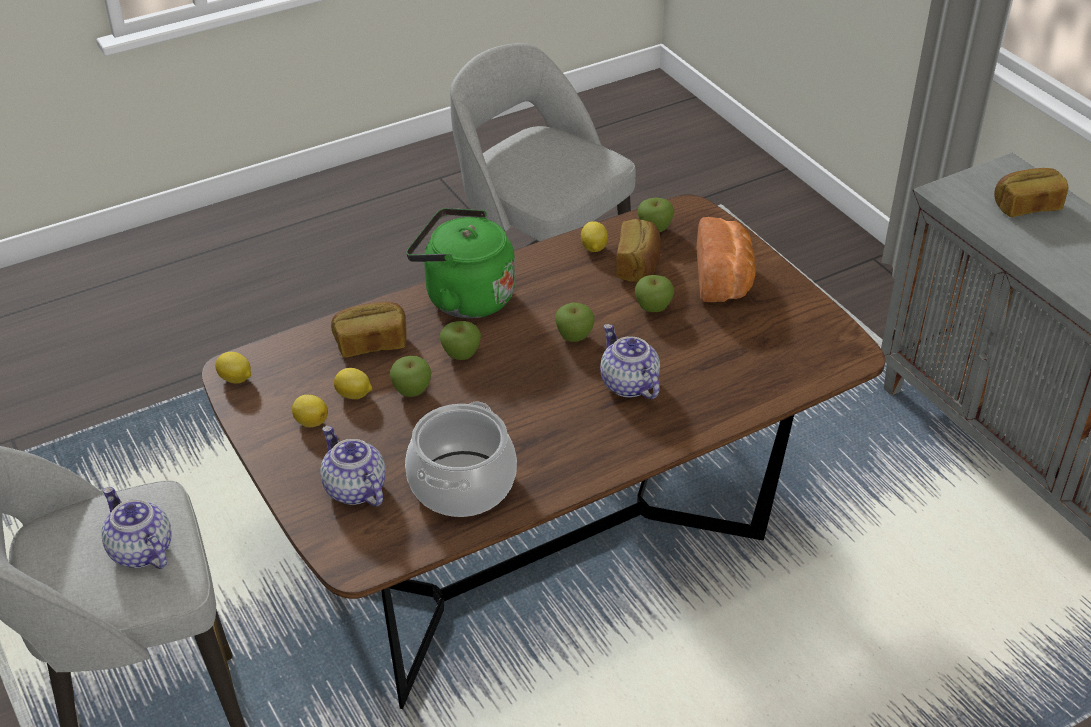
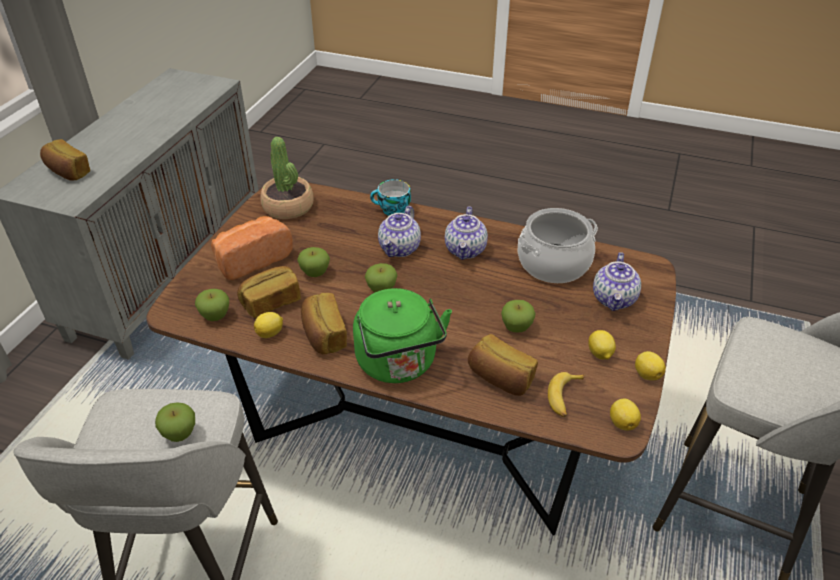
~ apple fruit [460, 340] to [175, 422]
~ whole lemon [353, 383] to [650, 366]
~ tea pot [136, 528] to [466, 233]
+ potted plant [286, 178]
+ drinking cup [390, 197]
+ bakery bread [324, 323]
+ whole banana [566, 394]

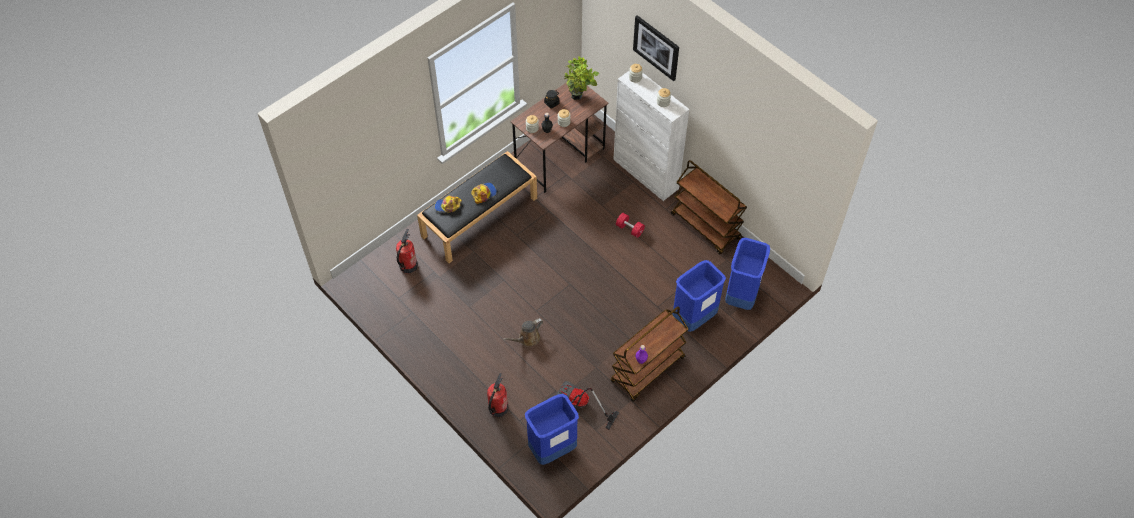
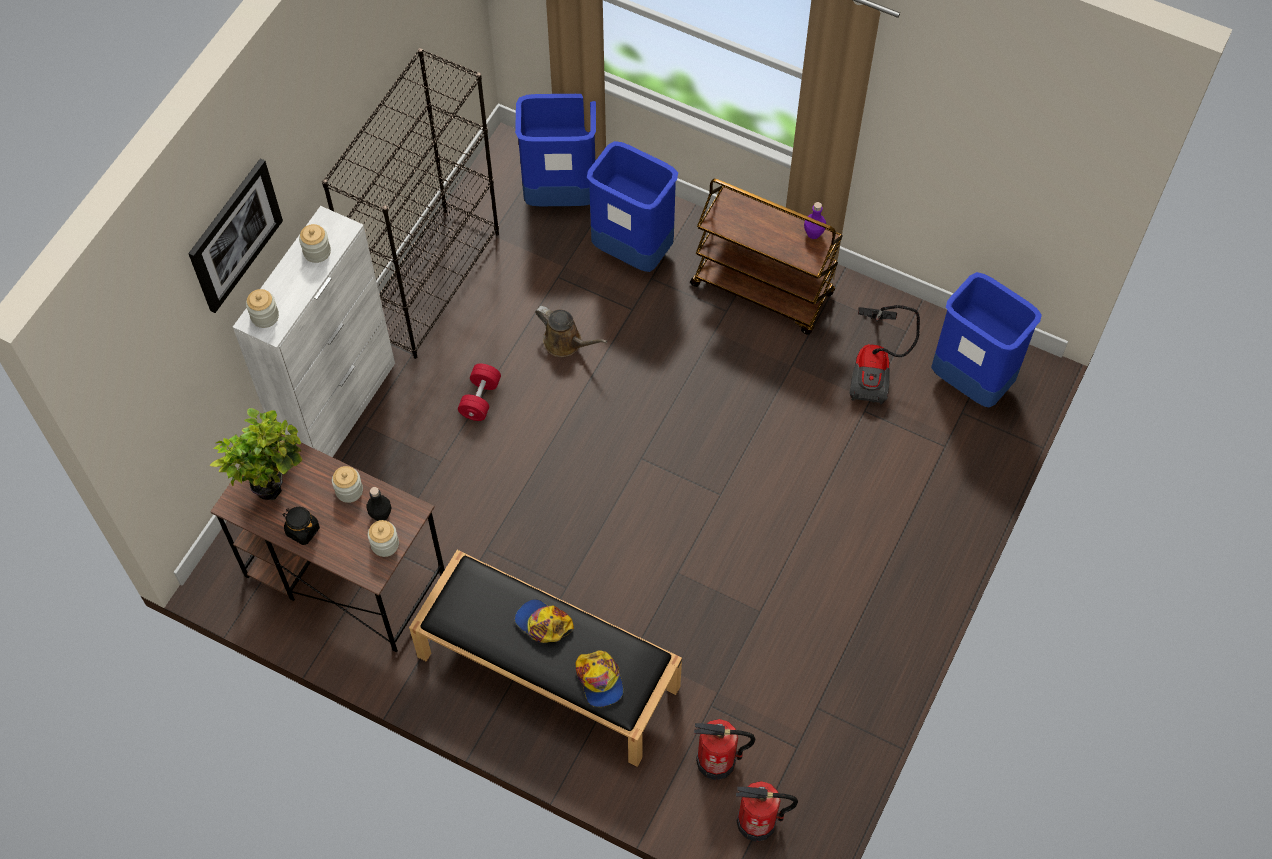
~ brownish wheeled cart [709, 207] to blackish bookcase [410, 203]
~ brownish watering can [523, 332] to [571, 331]
~ extinguisher [497, 395] to [767, 811]

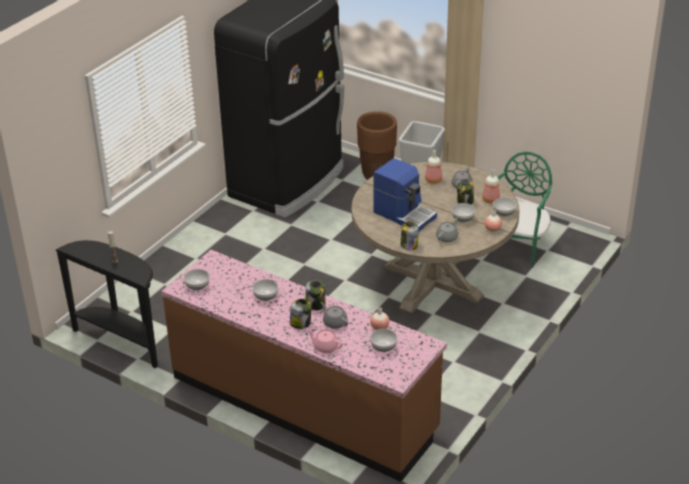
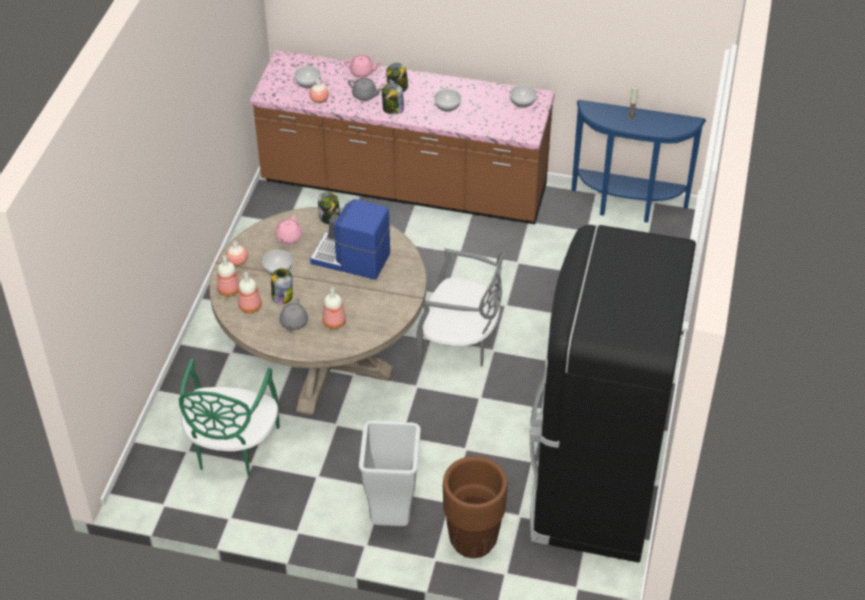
~ serving bowl [505, 207] to bottle [228, 276]
~ grey tea pot [447, 230] to pink-coloured tea pot [288, 229]
~ blackish console table [106, 304] to bluish console table [638, 161]
+ grey plain chair [460, 307]

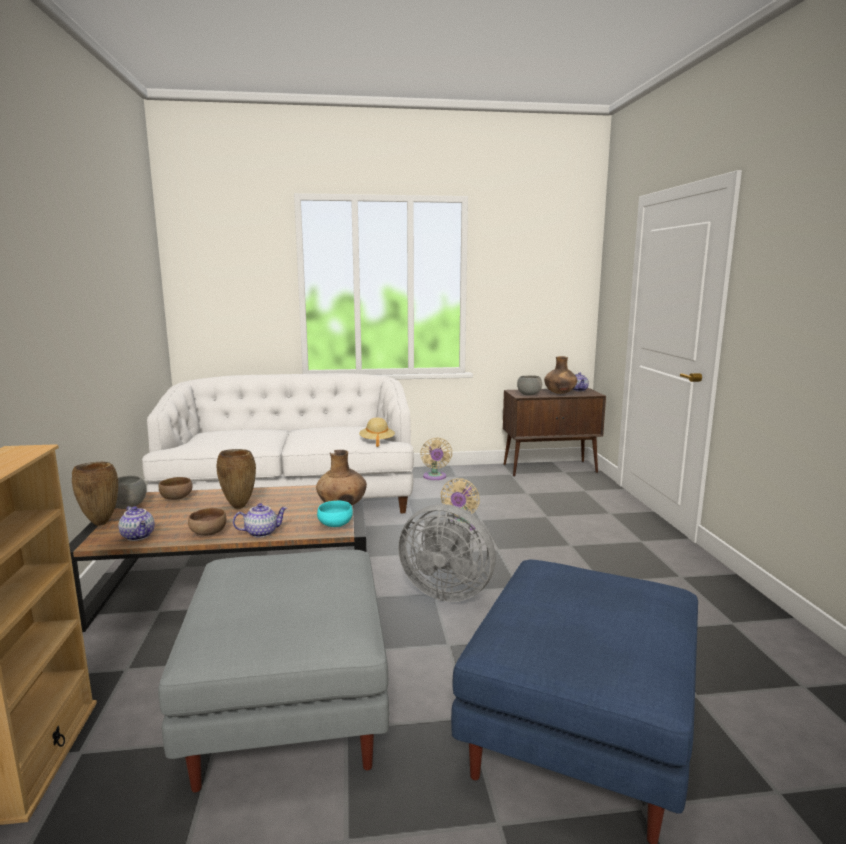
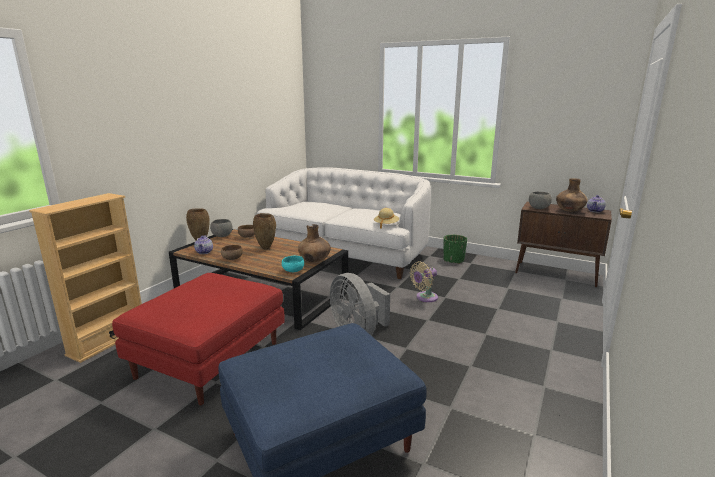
~ beige-coloured fan [436, 458] to green planter [455, 249]
- tea pot [260, 520]
~ grey ottoman [273, 671] to reddish ottoman [198, 339]

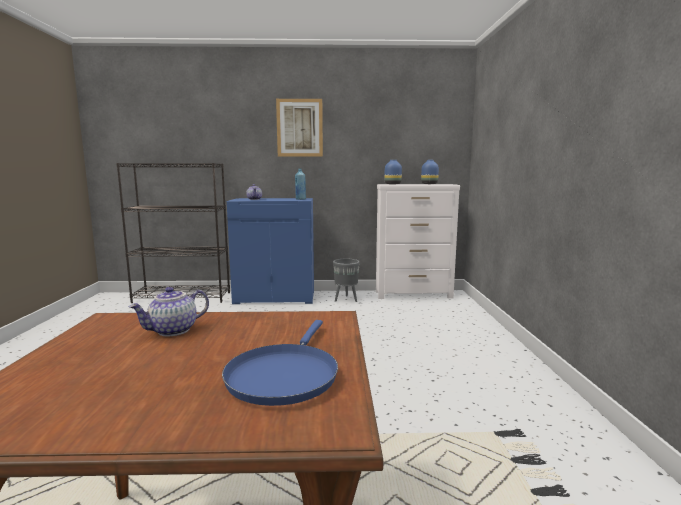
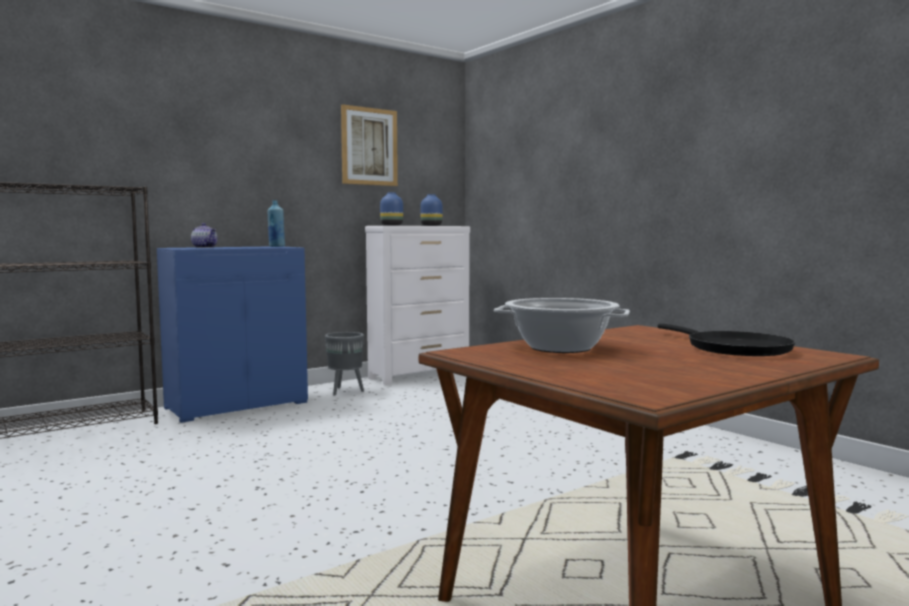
~ wall picture [299, 128] to [369, 145]
~ tea pot [169, 311] to cooking pot [562, 325]
~ bluish skillet [280, 363] to blackish skillet [726, 340]

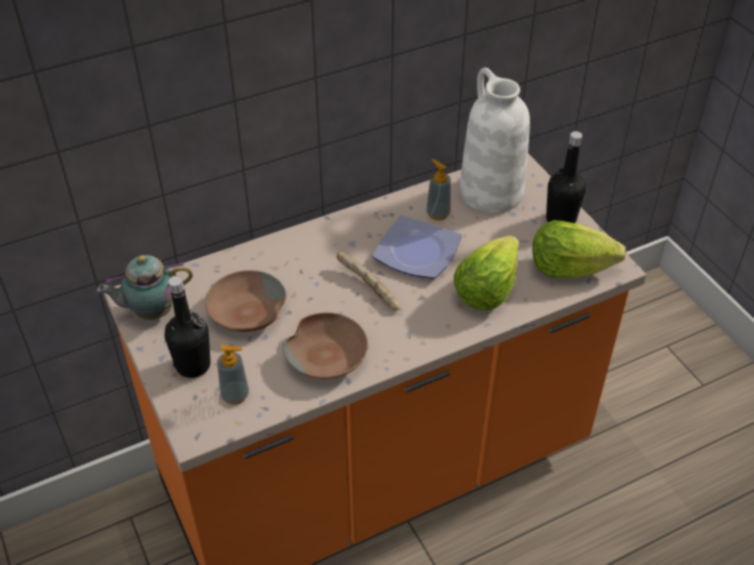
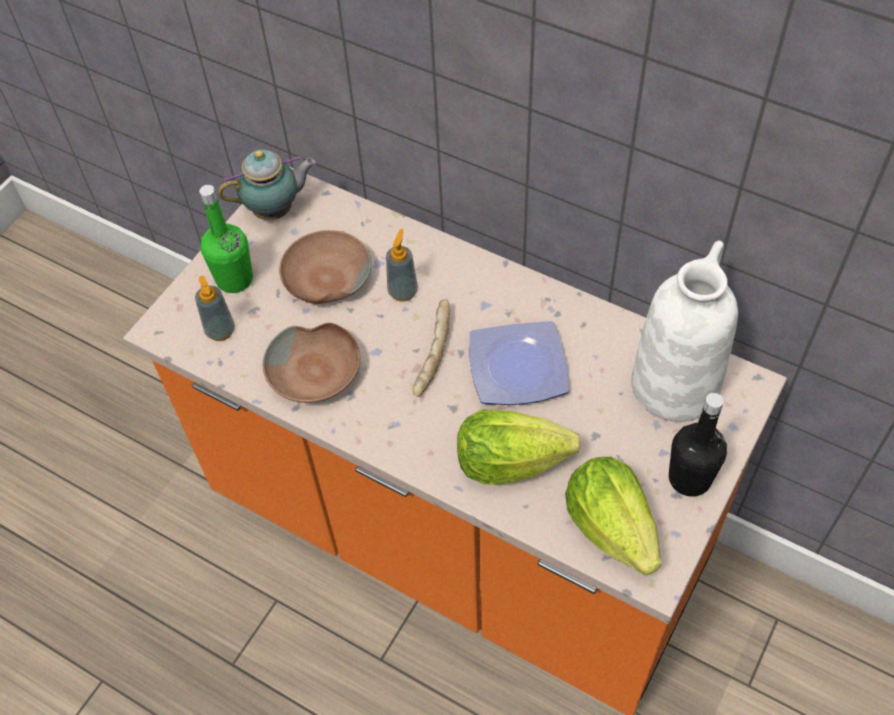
~ liquid soap bottle [438, 190] to [402, 265]
~ tea pot [145, 287] = [267, 184] 120 degrees clockwise
~ blackish bottle [187, 327] to green bottle [226, 239]

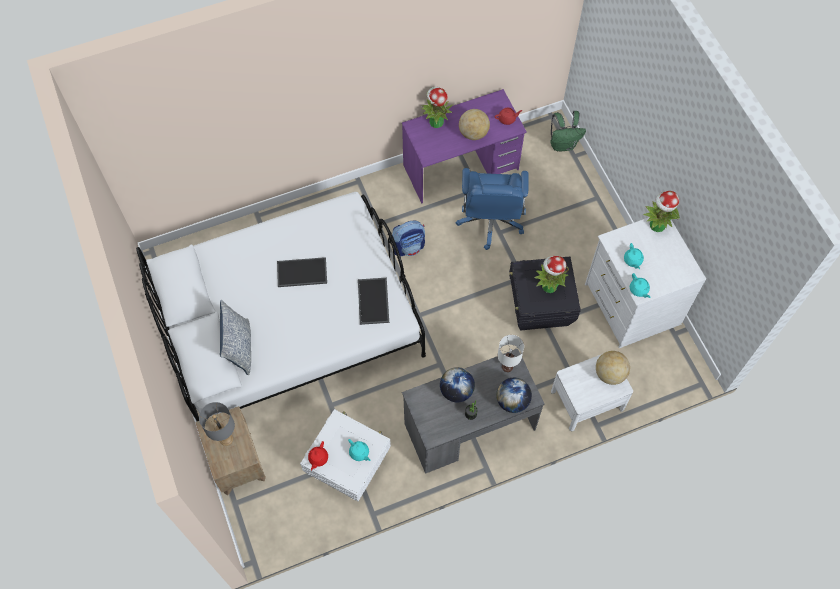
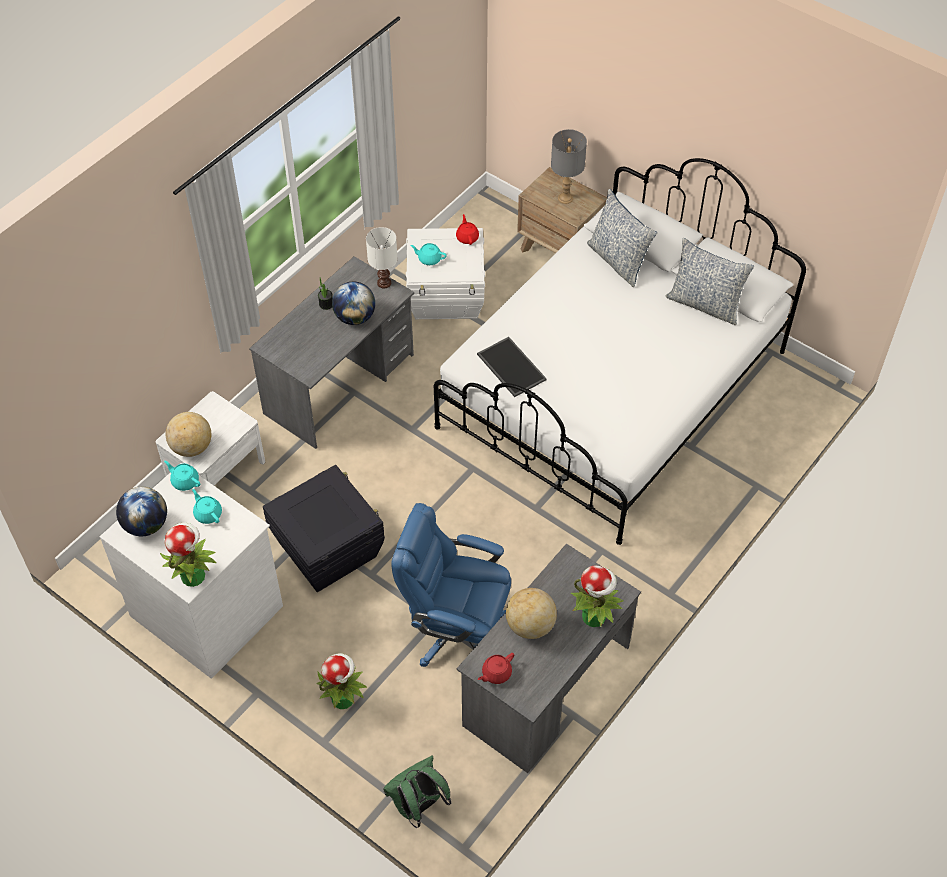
~ purplish desk [464, 146] to grey desk [549, 658]
~ bluish office chair [492, 209] = [451, 585] 45 degrees counterclockwise
- rucksack [408, 239]
~ potted plant [552, 274] to [341, 681]
- tray [302, 272]
~ white tabletop lamp [511, 353] to [382, 258]
~ globe [514, 395] to [141, 511]
+ pillow [710, 281]

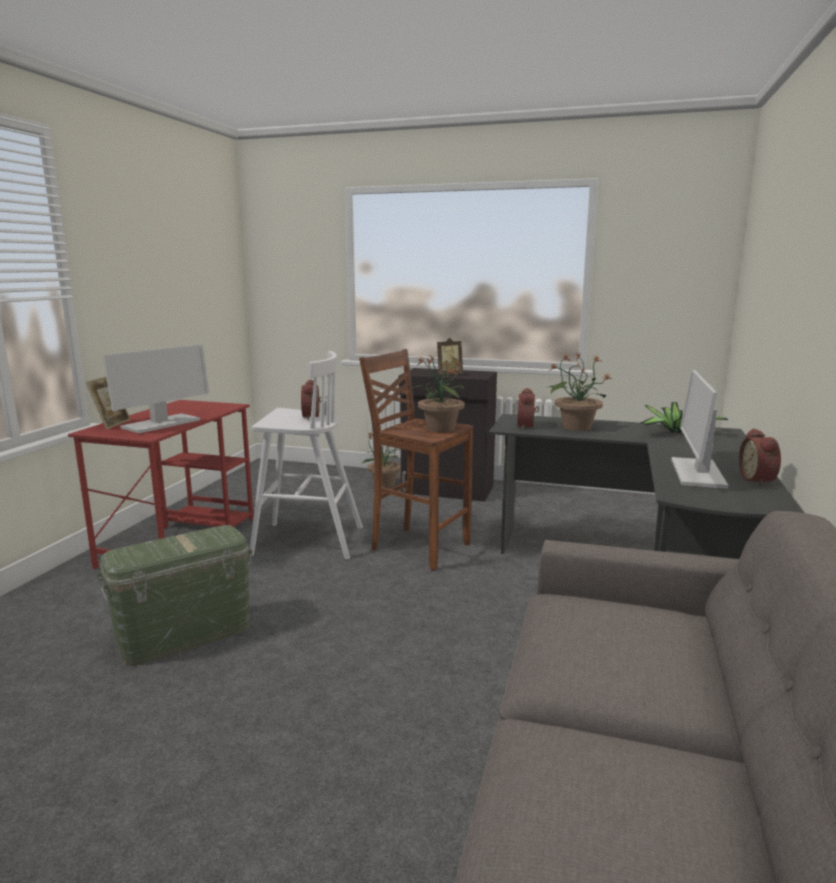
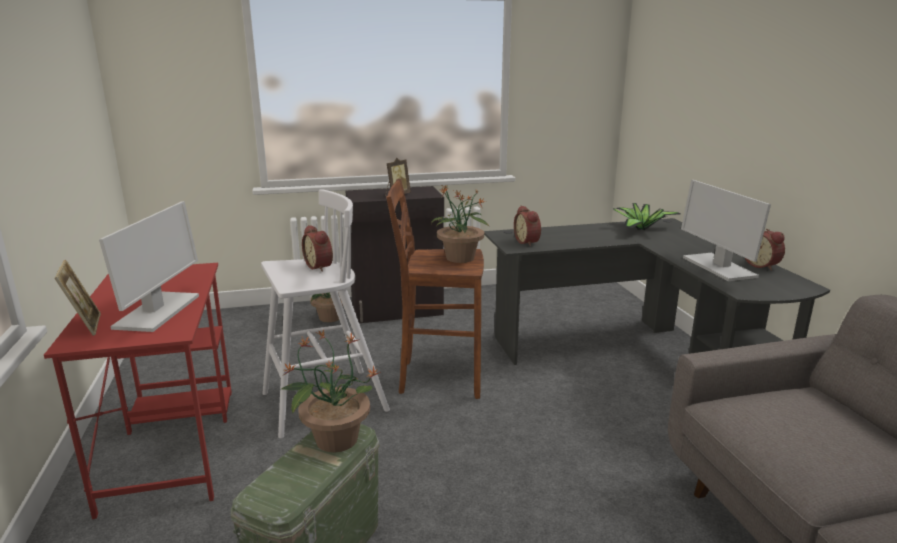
~ potted plant [579, 391] to [330, 391]

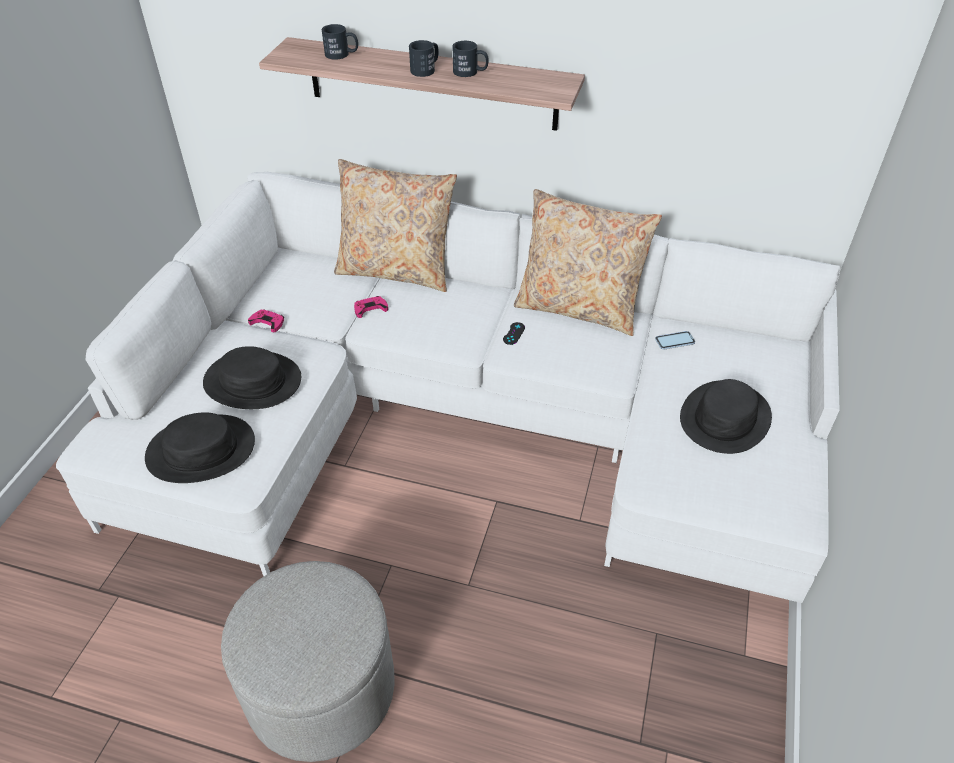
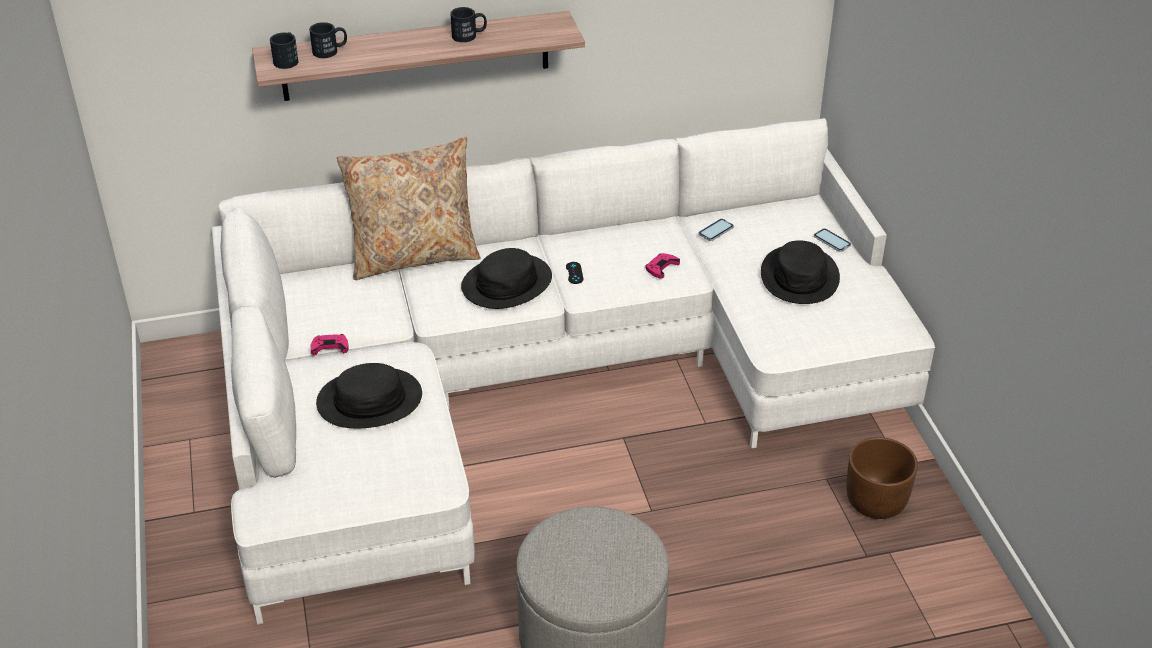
~ blackish coffee mug [424, 58] to [284, 50]
- beige-coloured pillow [588, 262]
~ pink-coloured game controller [371, 307] to [662, 266]
~ blackish wearable hat [200, 448] to [506, 278]
+ telephone [832, 240]
+ brownish planter [882, 478]

